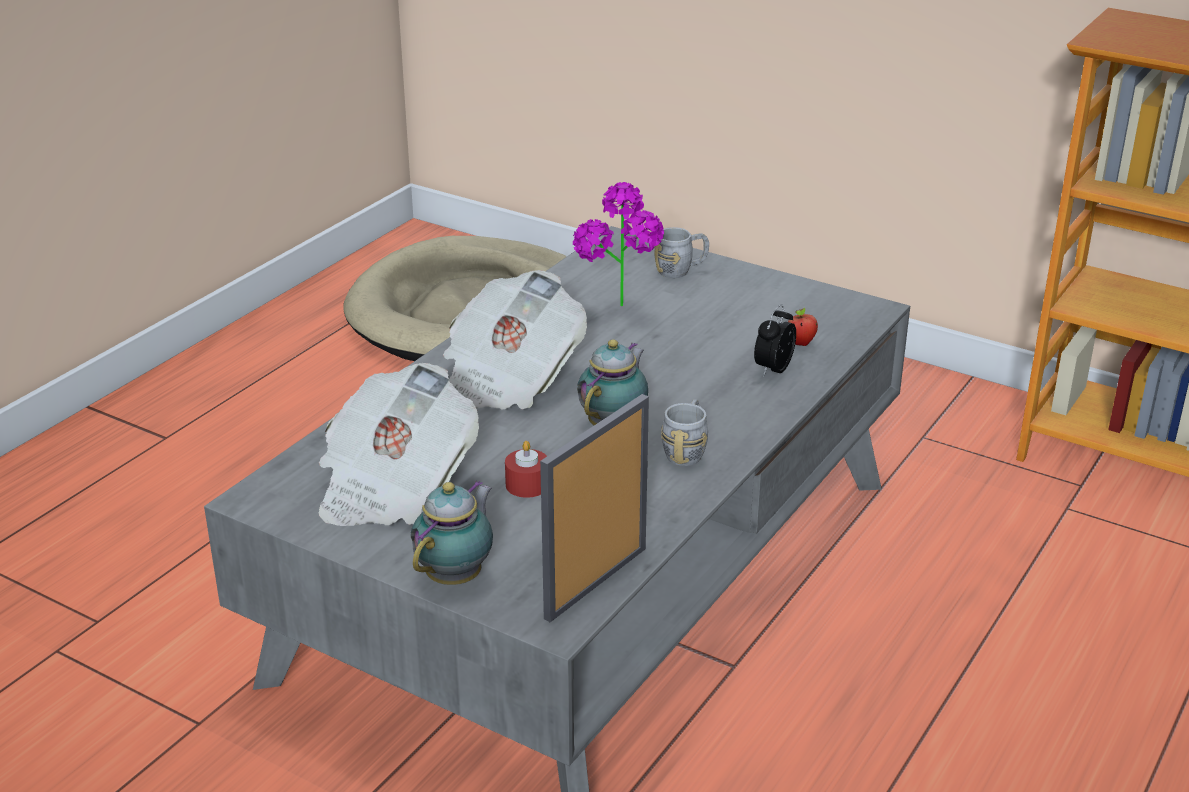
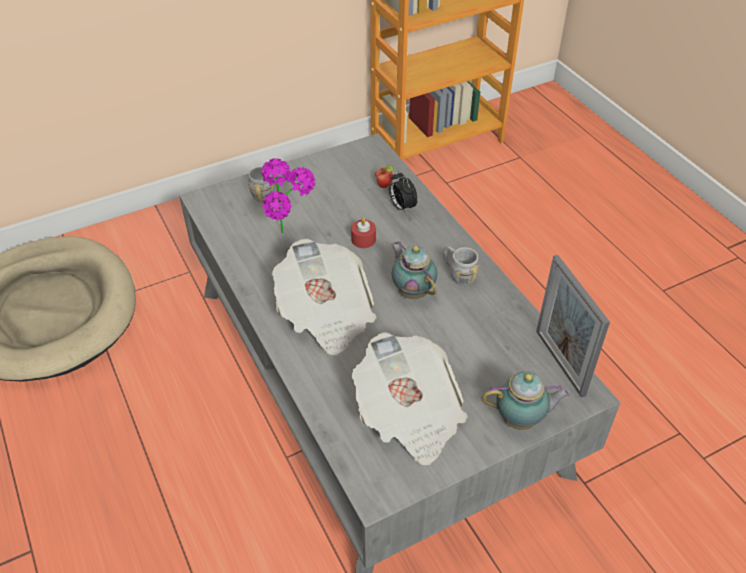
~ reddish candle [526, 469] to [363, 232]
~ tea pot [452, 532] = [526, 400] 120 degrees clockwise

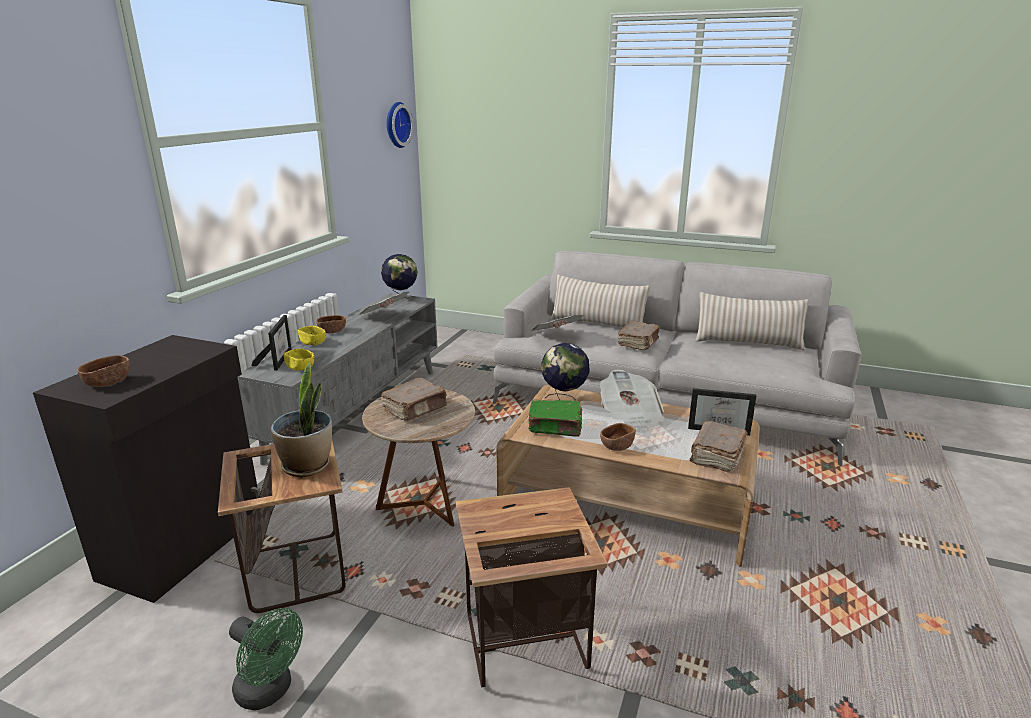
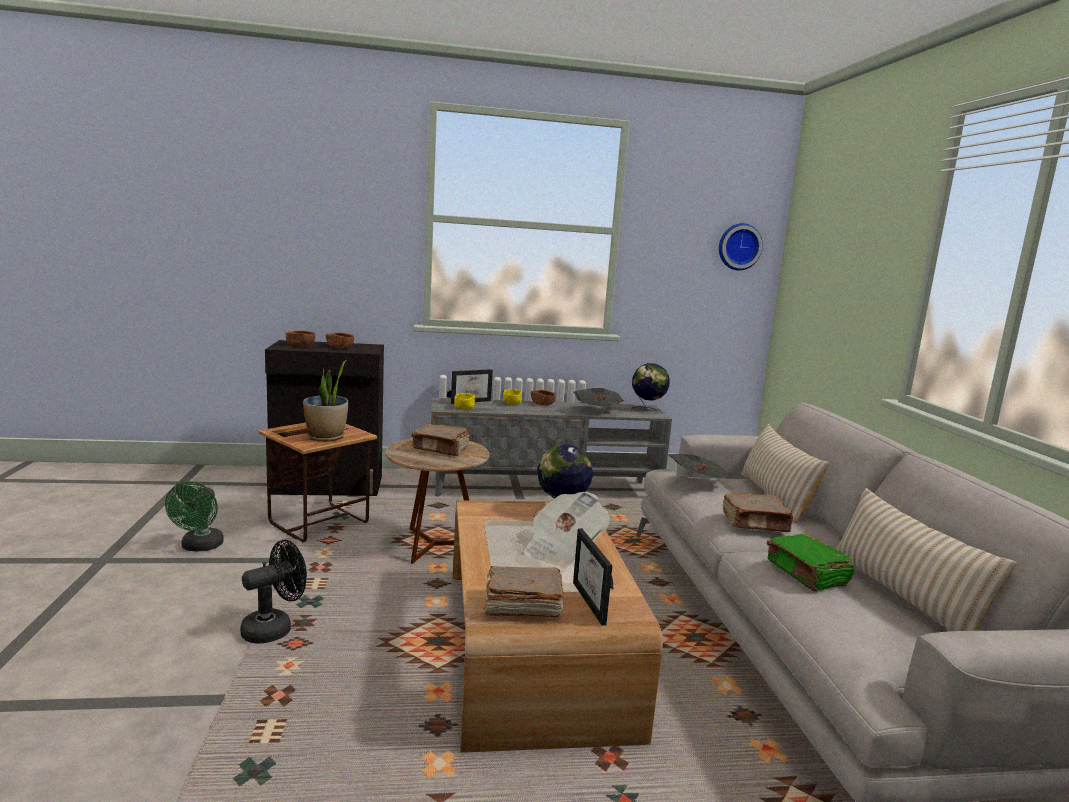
~ green book [555, 418] to [810, 562]
~ brownish serving bowl [618, 437] to [340, 340]
~ accent table [532, 587] to blackish fan [273, 592]

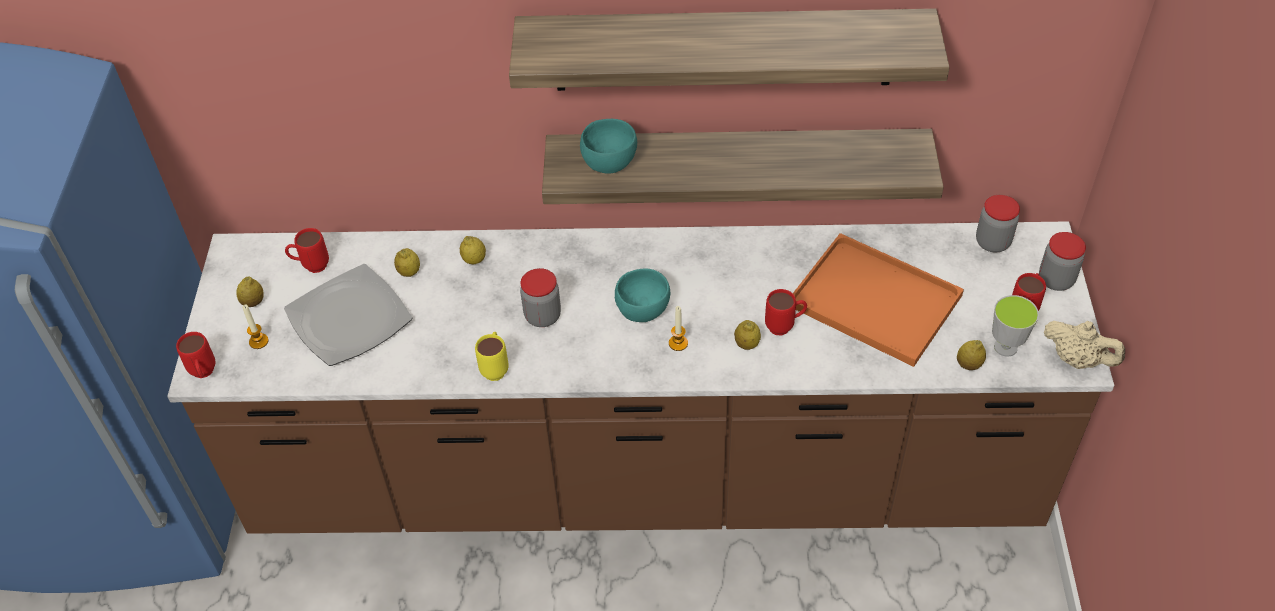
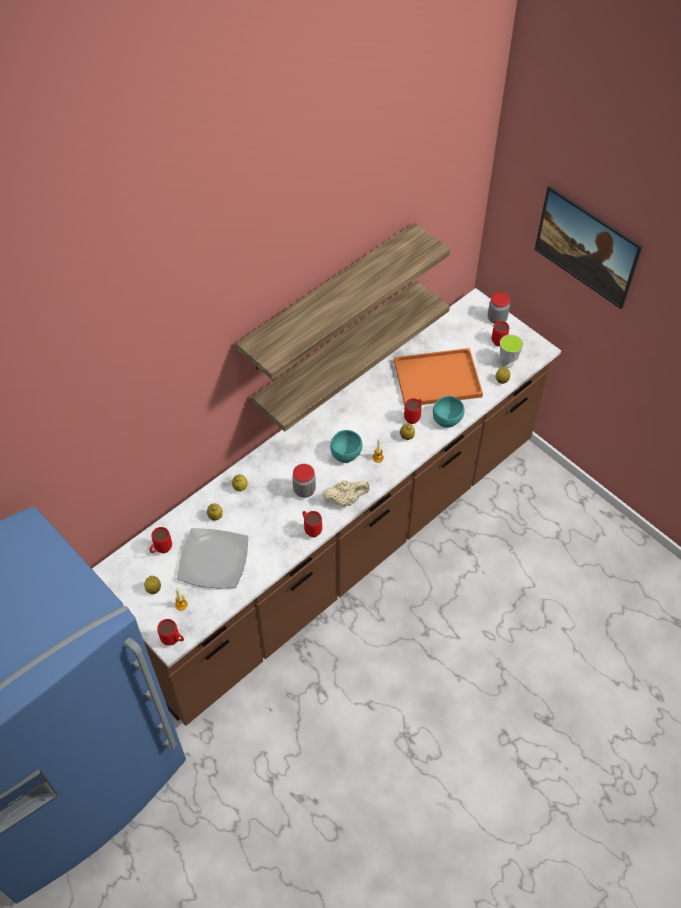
~ turquoise serving bowl [608, 146] to [449, 412]
- preserve jar [998, 224]
~ beige-coloured tea pot [1084, 345] to [345, 493]
~ yellow coffee mug [492, 356] to reddish coffee mug [312, 524]
+ wall picture [589, 247]

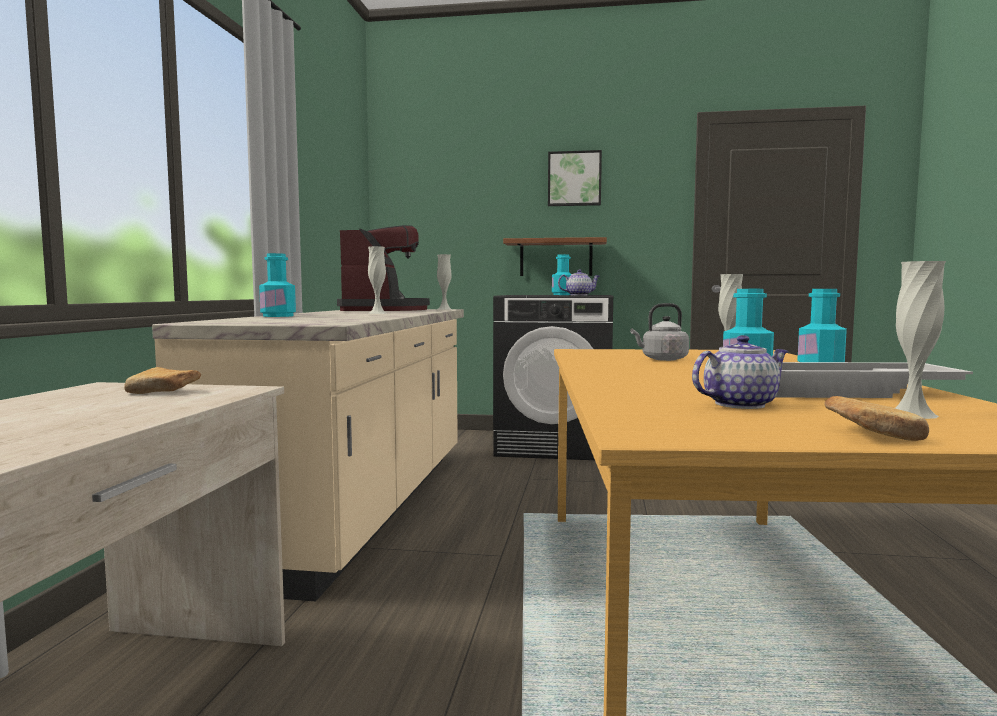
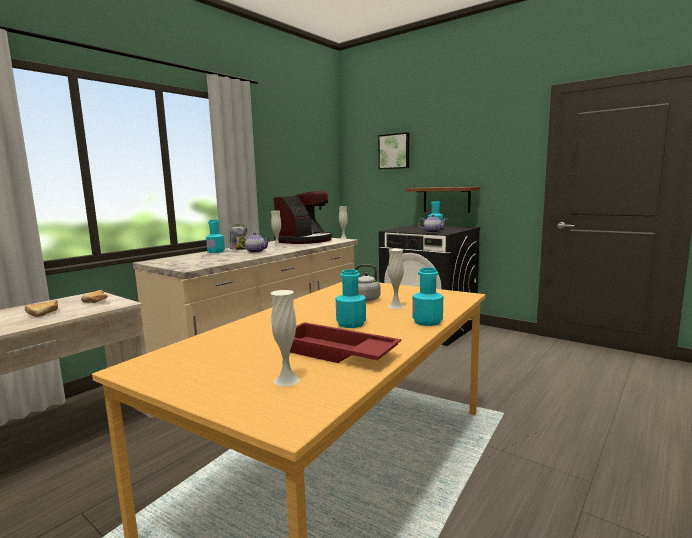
~ wall picture [575, 178] to [393, 151]
~ tea pot [740, 372] to [255, 242]
~ white tray [874, 380] to reddish tray [345, 342]
~ bakery bread [876, 418] to [41, 308]
+ preserve jar [238, 237]

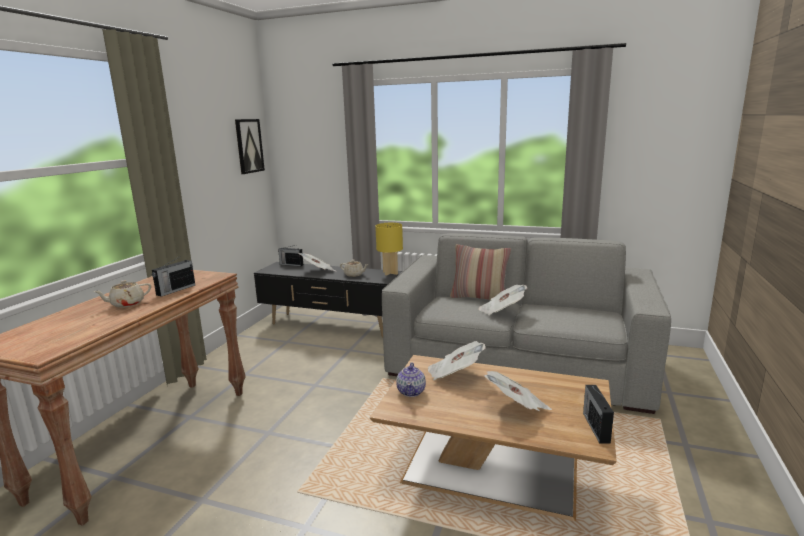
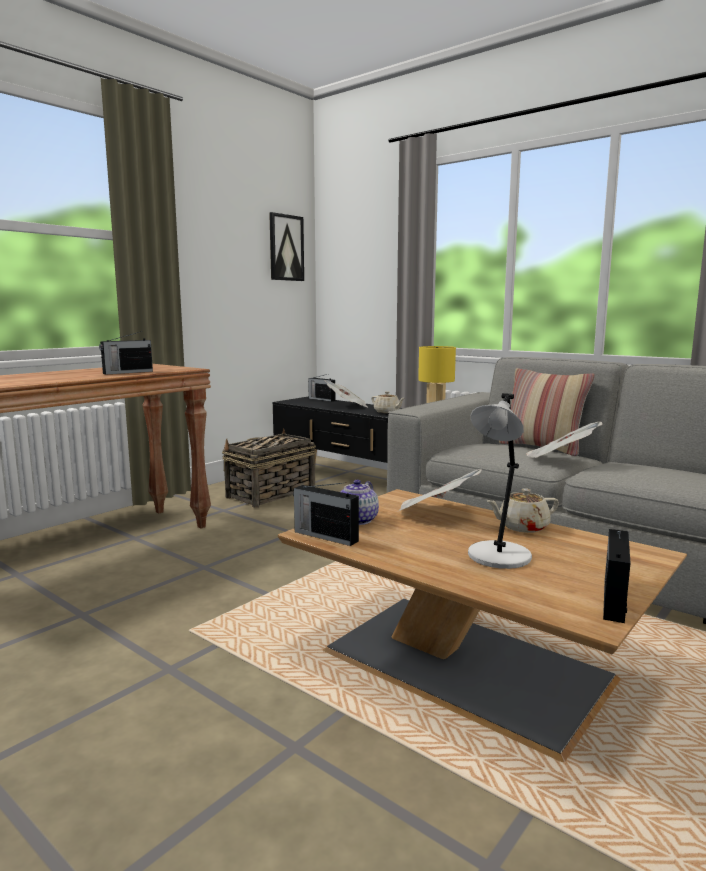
~ beige-coloured tea pot [122, 294] to [523, 510]
~ daily paper [518, 391] to grey tabletop lamp [500, 481]
+ household basket [269, 468]
+ radio set [326, 514]

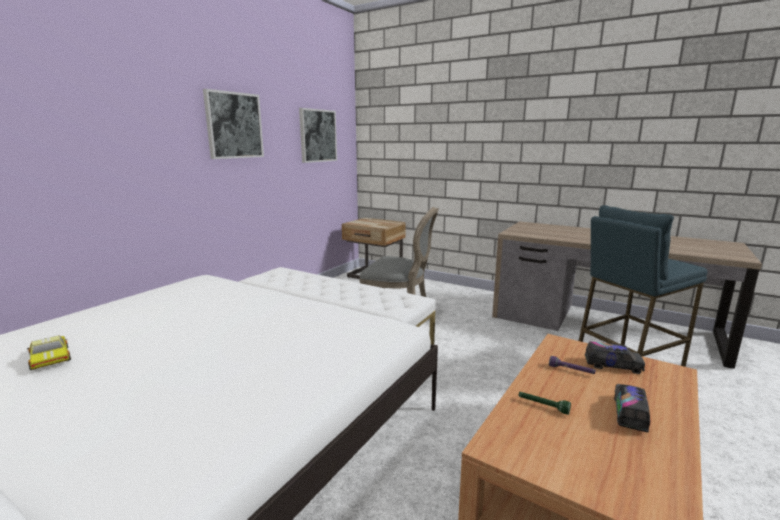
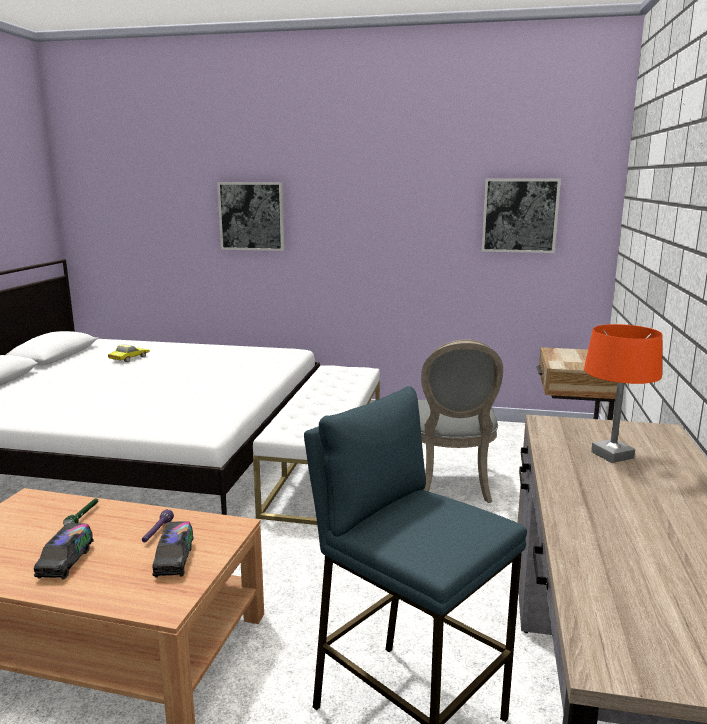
~ wall picture [233, 124] to [251, 216]
~ toy truck [632, 408] = [64, 551] 90 degrees clockwise
+ orange-coloured tabletop lamp [623, 393]

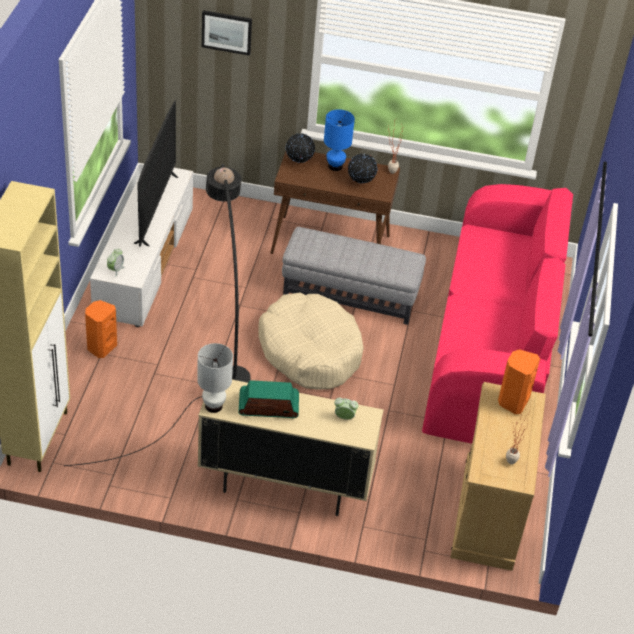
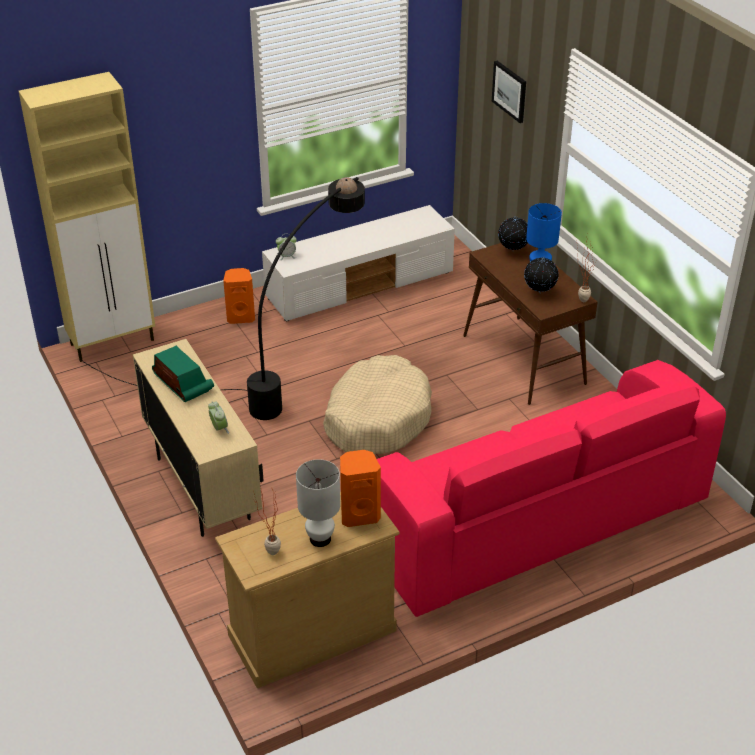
- TV [155, 173]
- grey ottoman [354, 276]
~ white tabletop lamp [215, 378] to [318, 503]

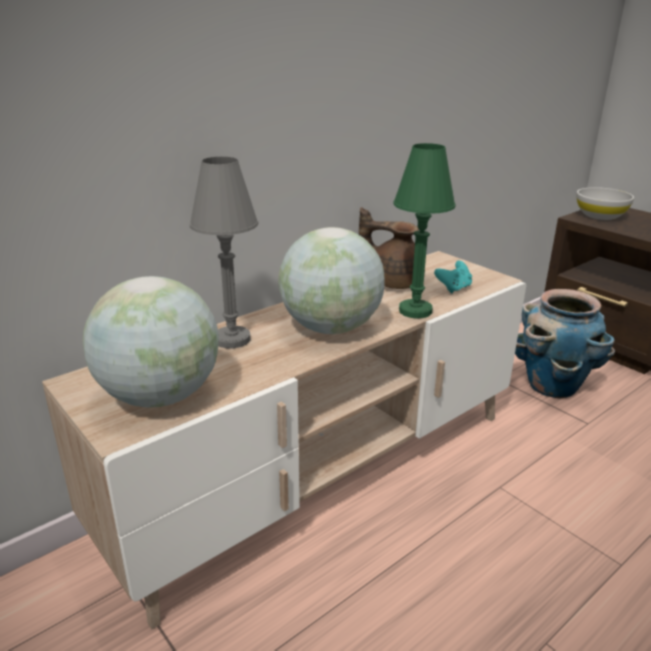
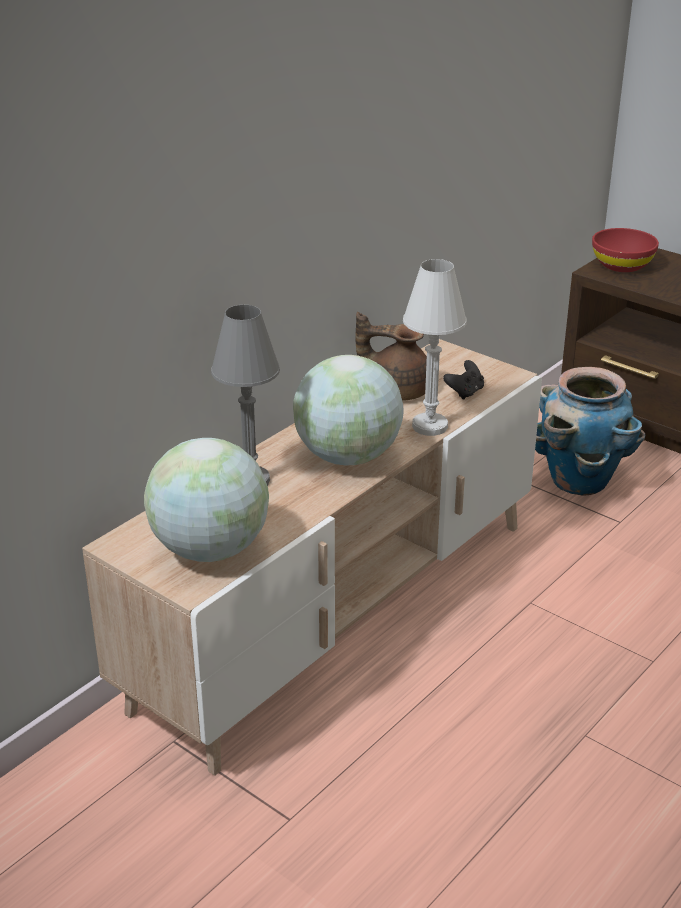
~ green tabletop lamp [424, 231] to white tabletop lamp [435, 347]
~ white serving bowl [605, 203] to reddish serving bowl [625, 250]
~ turquoise game controller [453, 277] to blackish game controller [463, 380]

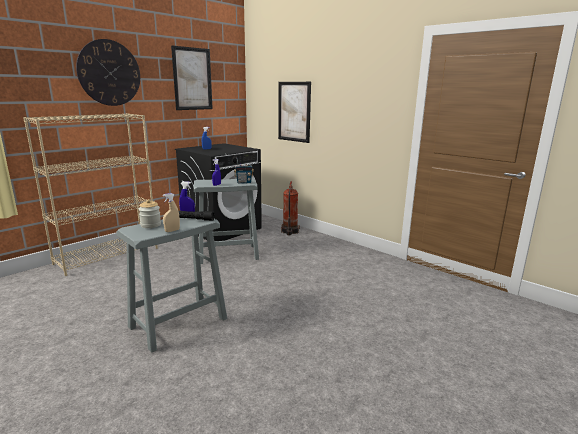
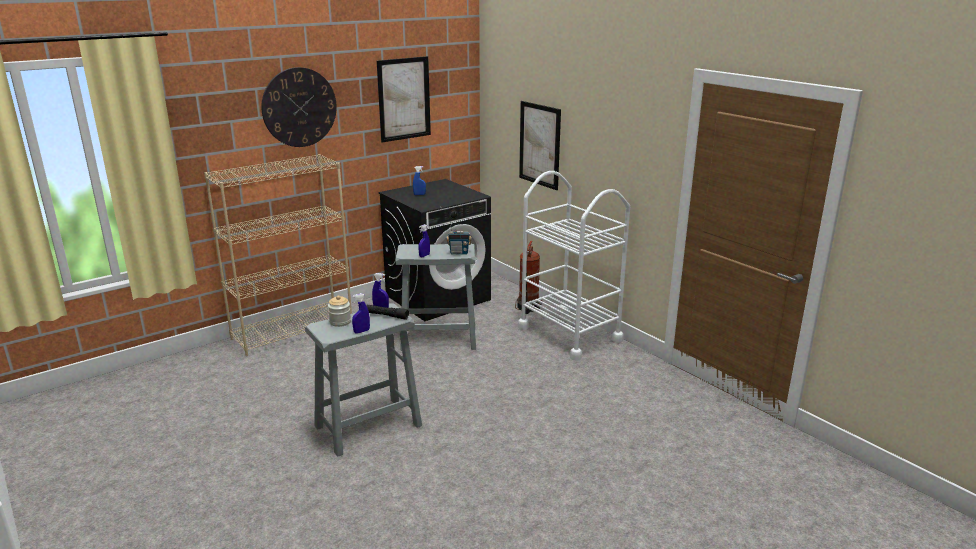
~ beige-coloured sprayer [171, 212] to bluish sprayer [361, 313]
+ white wheeled cart [574, 266]

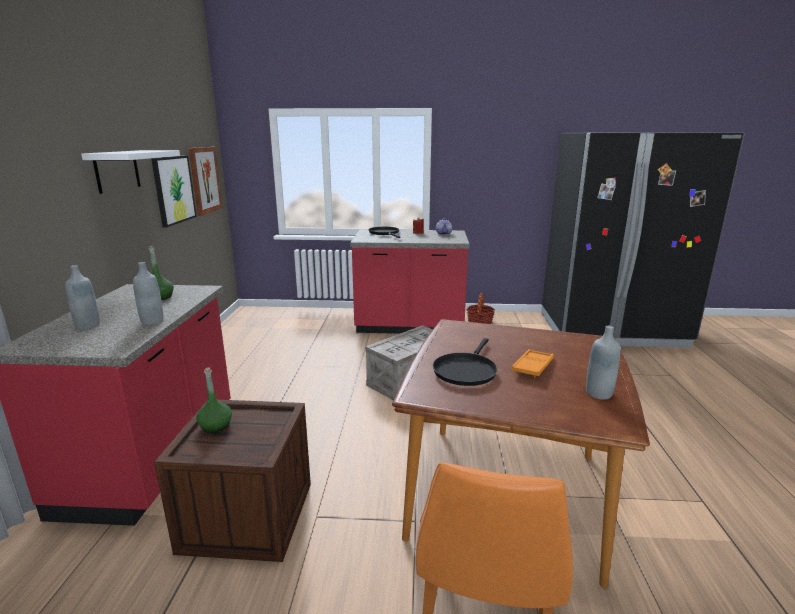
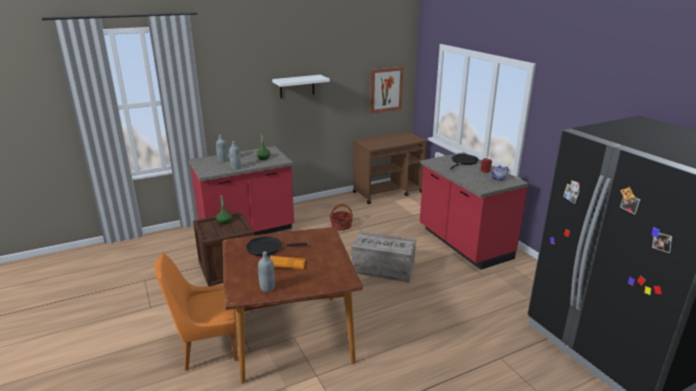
- wall picture [174, 191]
~ household basket [481, 308] to [341, 217]
+ brownish wheeled cart [390, 167]

